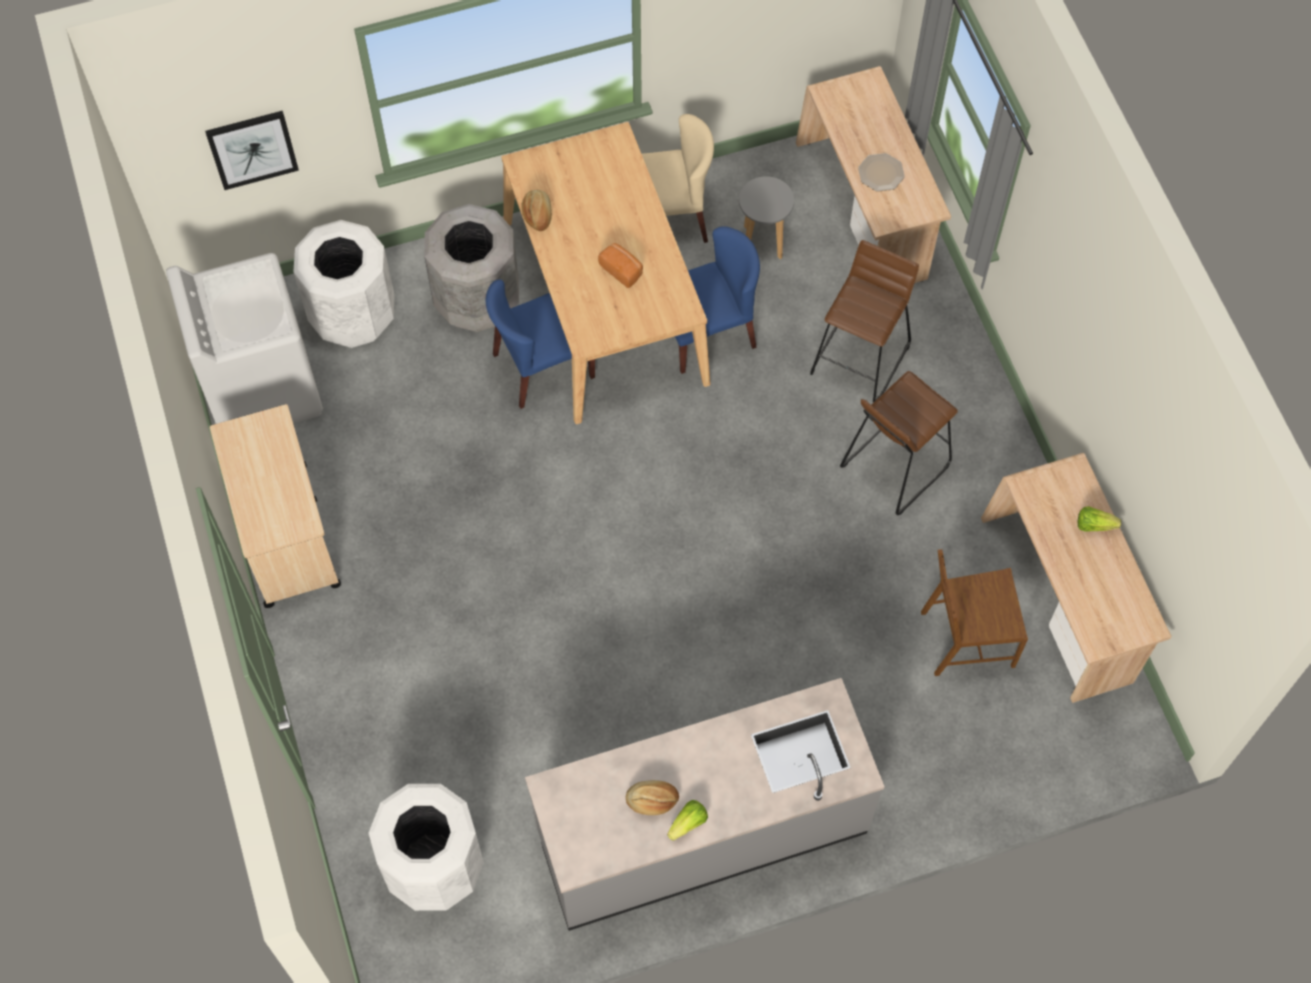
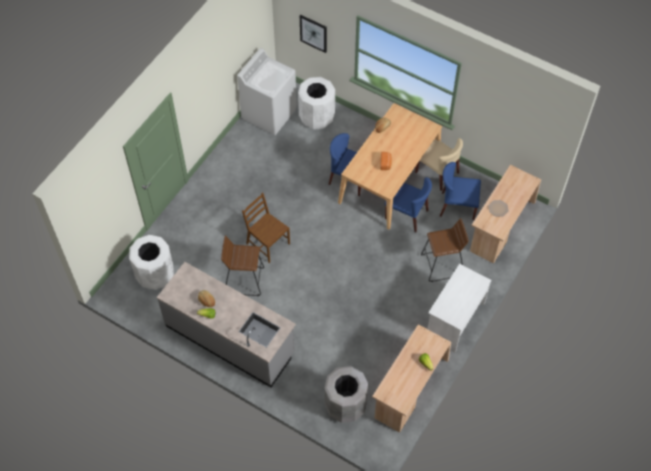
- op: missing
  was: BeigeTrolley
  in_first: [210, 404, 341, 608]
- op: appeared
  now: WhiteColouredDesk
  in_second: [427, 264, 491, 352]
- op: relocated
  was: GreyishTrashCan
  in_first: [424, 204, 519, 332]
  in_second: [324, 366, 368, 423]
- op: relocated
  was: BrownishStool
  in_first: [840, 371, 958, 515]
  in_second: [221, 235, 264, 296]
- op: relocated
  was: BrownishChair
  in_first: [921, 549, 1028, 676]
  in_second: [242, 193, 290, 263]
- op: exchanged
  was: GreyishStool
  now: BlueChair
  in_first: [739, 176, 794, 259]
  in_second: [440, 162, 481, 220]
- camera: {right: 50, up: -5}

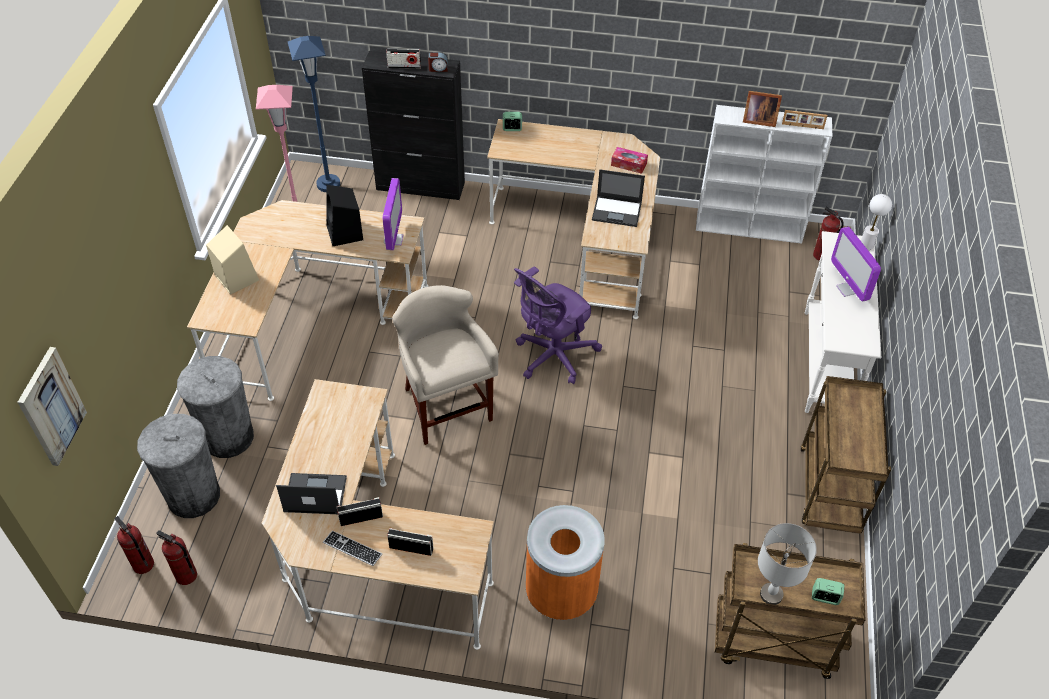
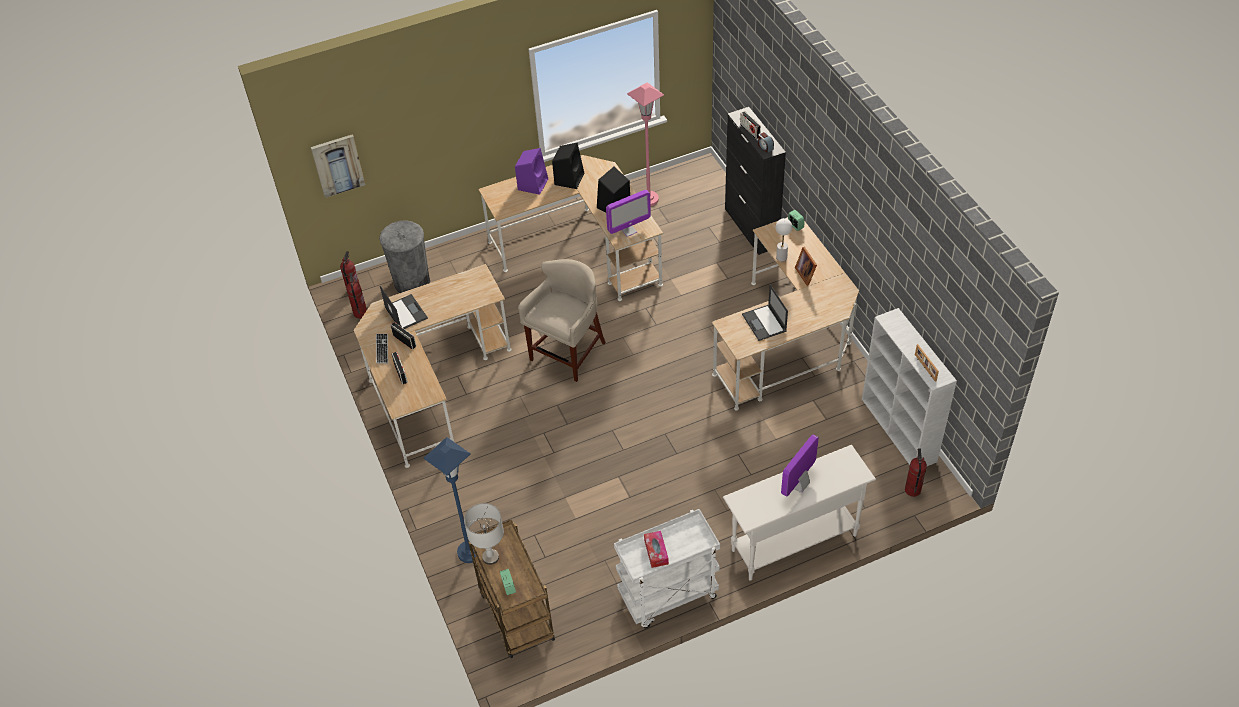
- op: missing
  was: GreyishTrashCan
  in_first: [177, 356, 254, 458]
- op: missing
  was: PurpleOfficeChair
  in_first: [514, 266, 602, 384]
- op: missing
  was: OrangeyTrashCan
  in_first: [526, 505, 605, 620]
- op: appeared
  now: BlackAudioSpeaker
  in_second: [552, 143, 585, 189]
- op: relocated
  was: BlueStandardLamp
  in_first: [288, 36, 340, 192]
  in_second: [423, 437, 476, 563]
- op: relocated
  was: TissueHolder
  in_first: [611, 147, 648, 174]
  in_second: [644, 531, 669, 568]
- op: relocated
  was: StandingFrame
  in_first: [743, 91, 782, 127]
  in_second: [795, 247, 817, 286]
- op: relocated
  was: WhiteColouredTabletopLamp
  in_first: [861, 194, 892, 250]
  in_second: [776, 218, 792, 262]
- op: colour
  was: BeigeAudioSpeaker
  now: PurpleAudioSpeaker
  in_first: [206, 225, 259, 295]
  in_second: [515, 148, 548, 195]
- op: colour
  was: BrownishTrolley
  now: WhiteColouredTrolley
  in_first: [800, 376, 891, 534]
  in_second: [614, 509, 720, 628]
- camera: {right: 60, up: 0}

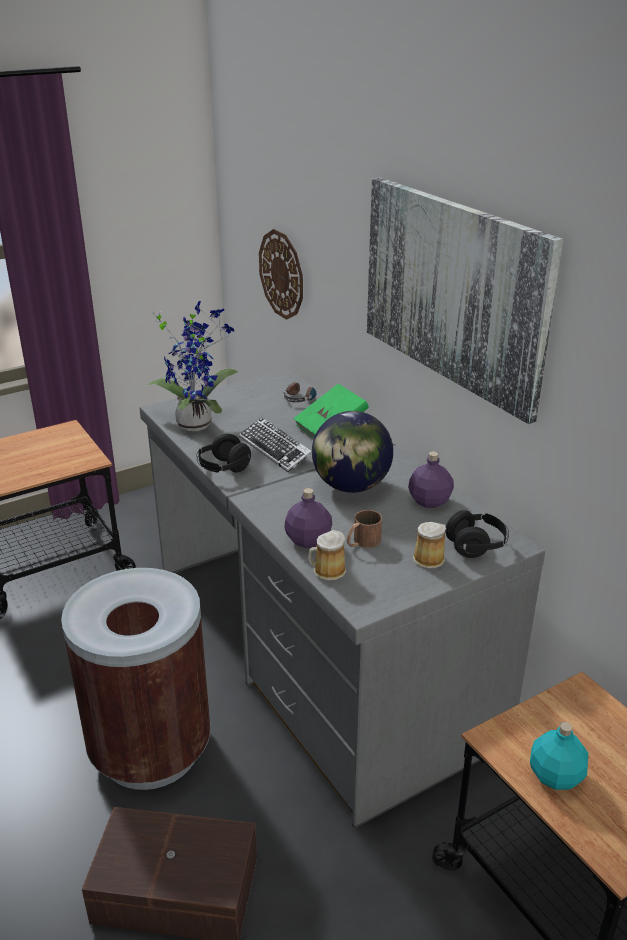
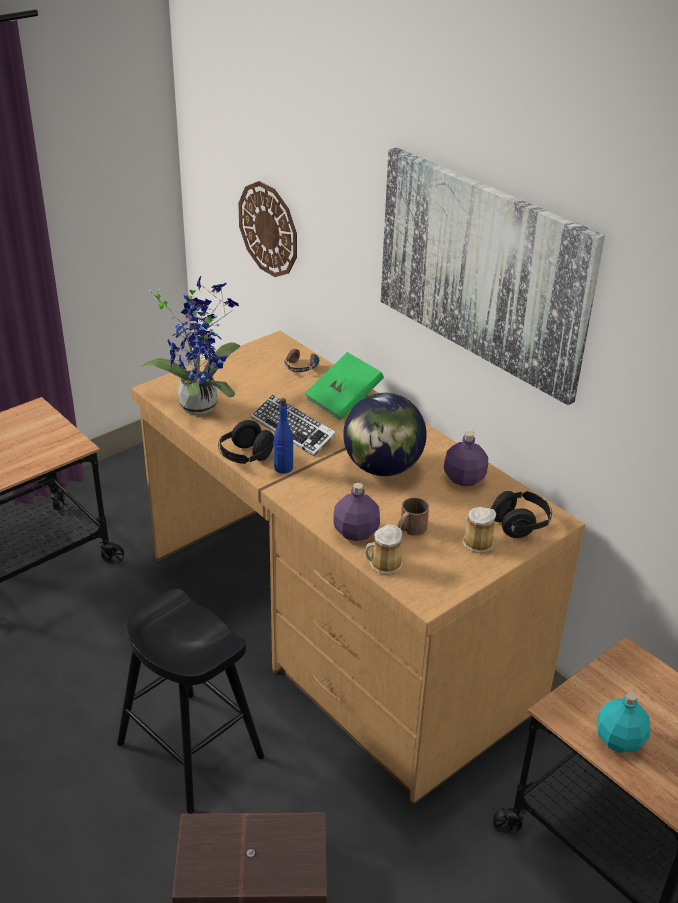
- op: appeared
  now: BlueBottle
  in_second: [274, 398, 293, 474]
- op: exchanged
  was: BrownishTrashCan
  now: BlackStool
  in_first: [61, 568, 211, 790]
  in_second: [117, 588, 264, 814]
- op: colour
  was: GreyishDesk
  now: BrownishDesk
  in_first: [140, 370, 545, 828]
  in_second: [131, 331, 585, 804]
- camera: {right: -10, up: 5}

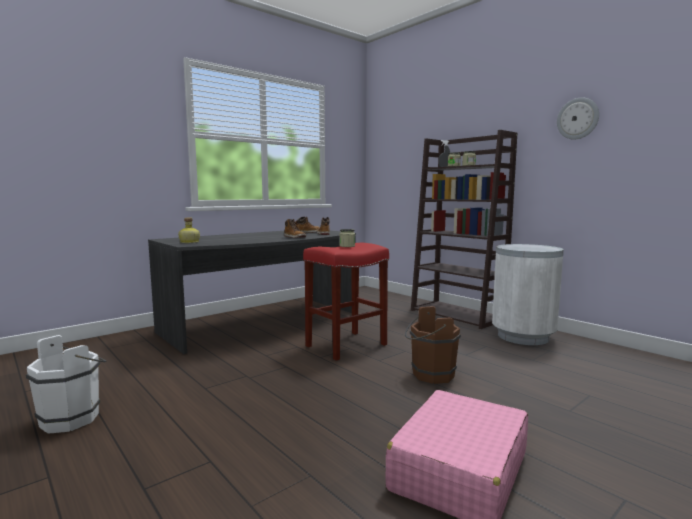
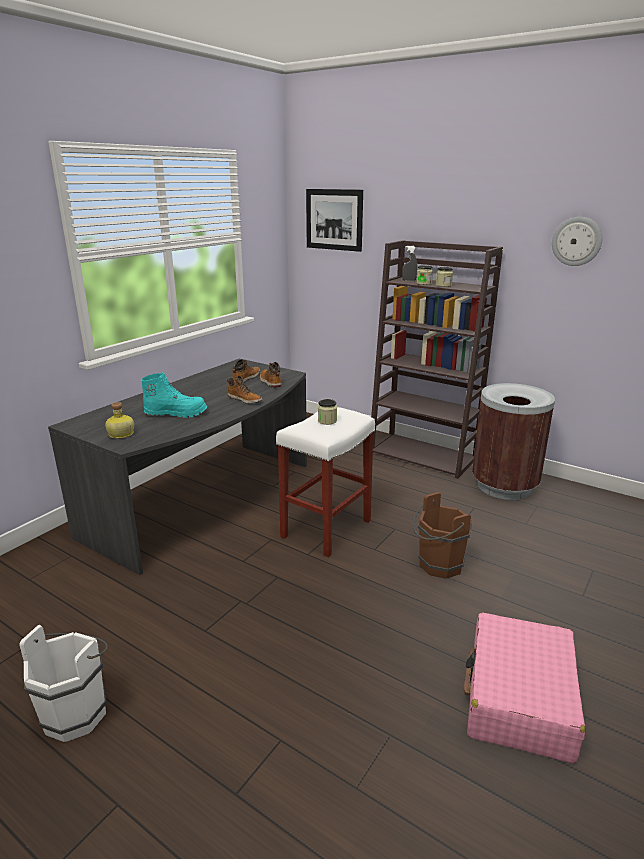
- op: appeared
  now: BlueGreenTallBoot
  in_second: [141, 372, 207, 418]
- op: appeared
  now: WallPicture
  in_second: [306, 189, 363, 252]
- op: colour
  was: RedStool
  now: WhiteColouredStool
  in_first: [303, 243, 389, 361]
  in_second: [276, 407, 375, 557]
- op: colour
  was: WhiteColouredTrashCan
  now: BrownishTrashCan
  in_first: [492, 244, 564, 345]
  in_second: [472, 383, 555, 500]
- camera: {right: -15, up: 15}

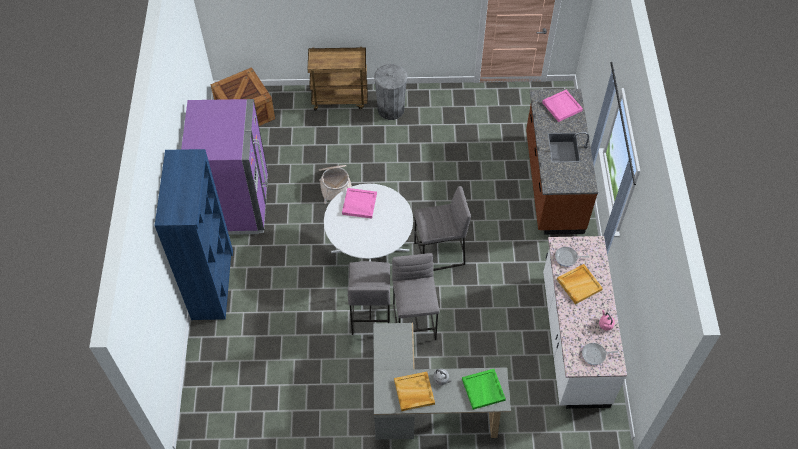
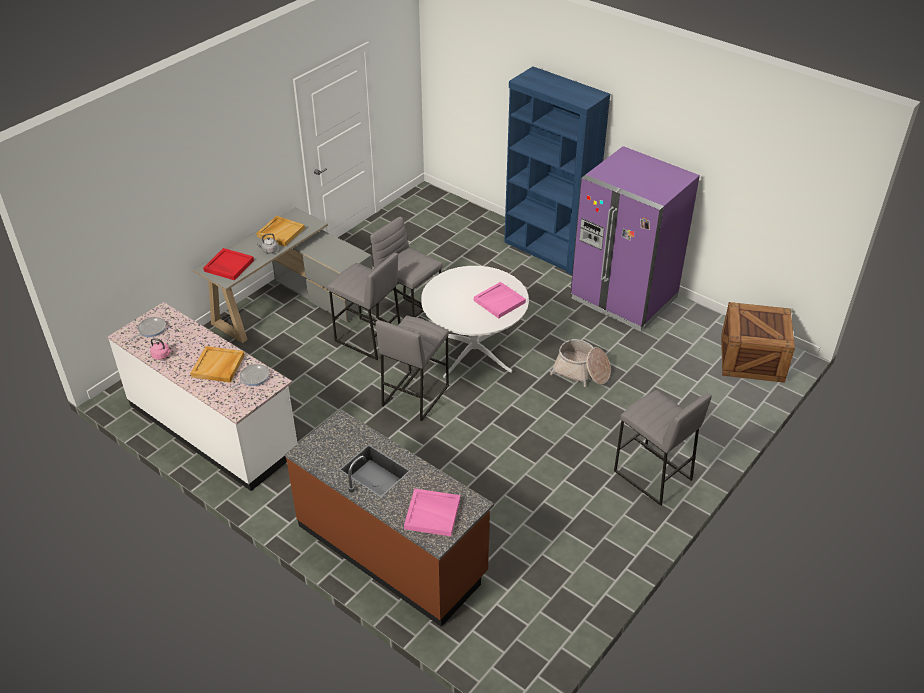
- op: missing
  was: BrownishTrolley
  in_first: [307, 47, 367, 111]
- op: exchanged
  was: GreyishTrashCan
  now: GreyishStool
  in_first: [374, 64, 408, 120]
  in_second: [614, 390, 712, 506]
- op: colour
  was: GreenColouredTray
  now: RedTray
  in_first: [462, 369, 506, 410]
  in_second: [203, 248, 254, 280]
- camera: {right: 130, up: -15}

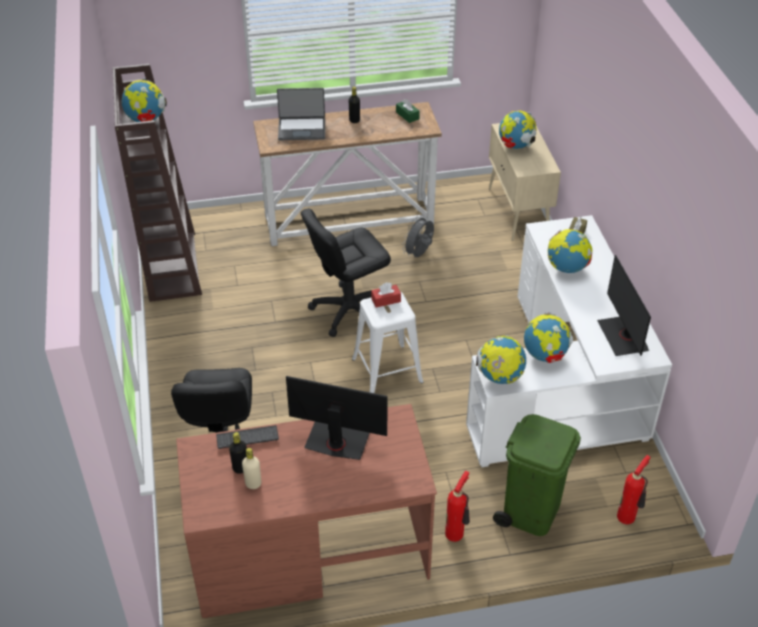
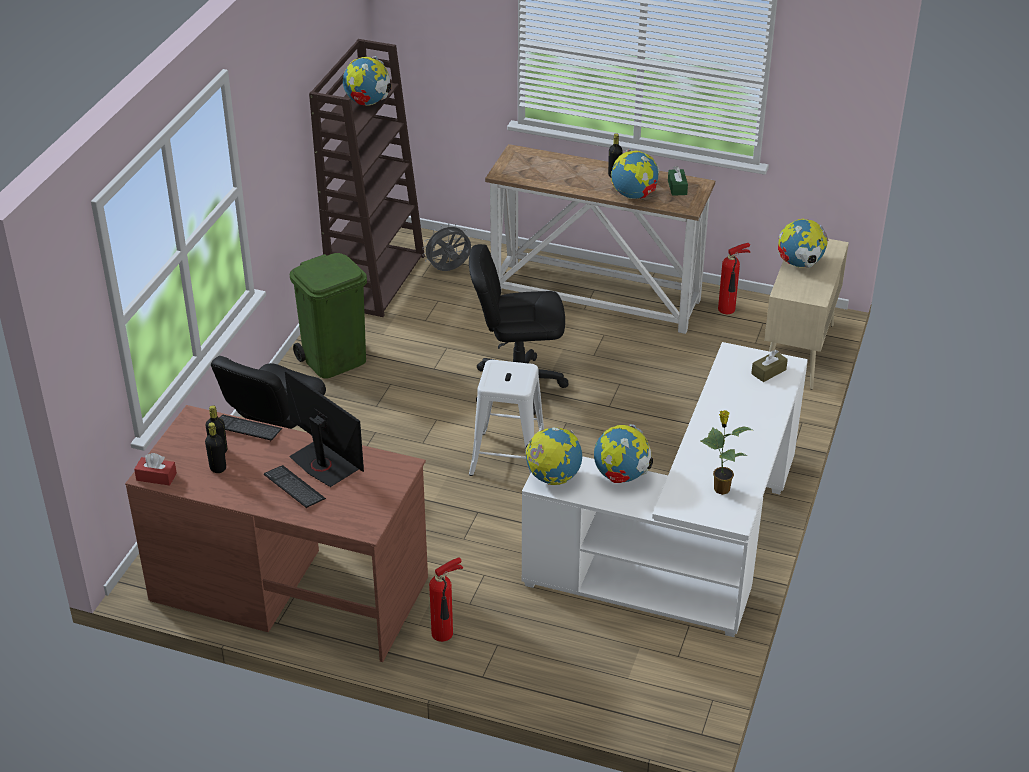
- op: missing
  was: PortableComputer
  in_first: [277, 88, 325, 140]
- op: appeared
  now: PcKeyboard
  in_second: [264, 465, 326, 508]
- op: relocated
  was: RedTissueHolder
  in_first: [371, 282, 401, 307]
  in_second: [134, 453, 177, 486]
- op: relocated
  was: GreyishCoolingFan
  in_first: [402, 215, 434, 257]
  in_second: [422, 223, 471, 271]
- op: relocated
  was: GreenColouredTrashCan
  in_first: [493, 414, 581, 536]
  in_second: [290, 253, 367, 379]
- op: relocated
  was: WorldGlobe
  in_first: [548, 229, 592, 273]
  in_second: [611, 148, 660, 199]
- op: relocated
  was: FireExtinguisher
  in_first: [617, 455, 651, 524]
  in_second: [718, 243, 750, 314]
- op: exchanged
  was: Monitor
  now: PlantInAPot
  in_first: [597, 255, 651, 356]
  in_second: [700, 410, 752, 495]
- op: colour
  was: BeigeBottle
  now: BlackBottle
  in_first: [242, 448, 261, 489]
  in_second: [205, 422, 226, 473]
- camera: {right: 30, up: -5}

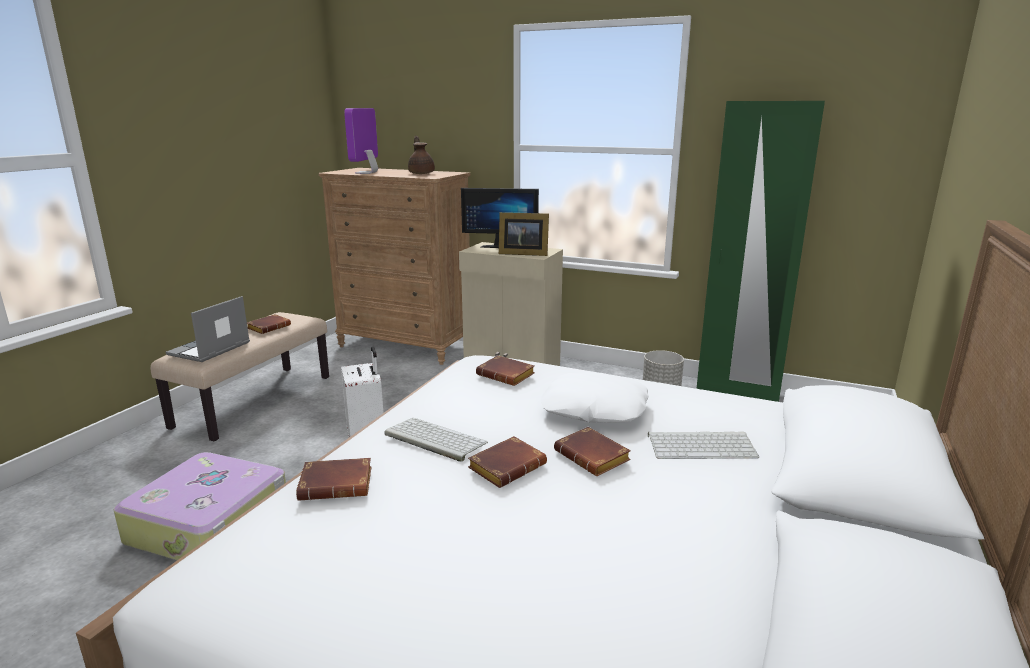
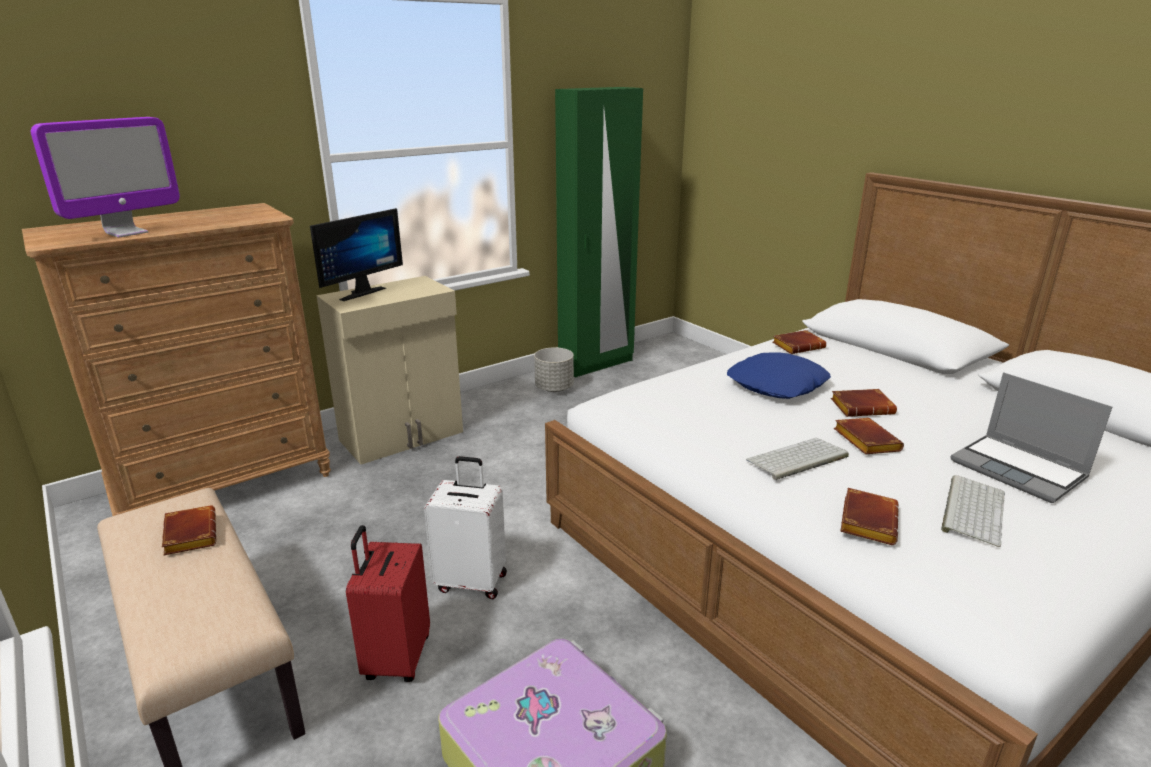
- op: missing
  was: BrownishTeaPot
  in_first: [408, 136, 435, 174]
- op: missing
  was: StandingFrame
  in_first: [499, 212, 549, 256]
- op: appeared
  now: RedTravelCase
  in_second: [346, 525, 430, 682]
- op: relocated
  was: PortableComputer
  in_first: [166, 296, 250, 362]
  in_second: [950, 372, 1112, 503]
- op: relocated
  was: BrownishBoundBook
  in_first: [476, 355, 535, 386]
  in_second: [772, 330, 826, 354]
- op: relocated
  was: PcKeyboard
  in_first: [648, 432, 759, 459]
  in_second: [941, 475, 1005, 547]
- op: colour
  was: WhiteColouredCushion
  now: BlueCushion
  in_first: [541, 373, 649, 423]
  in_second: [727, 352, 831, 399]
- op: spun
  was: Monitor
  in_first: [344, 108, 378, 174]
  in_second: [31, 117, 180, 238]
  clockwise: -90
- camera: {right: -60, up: 5}

